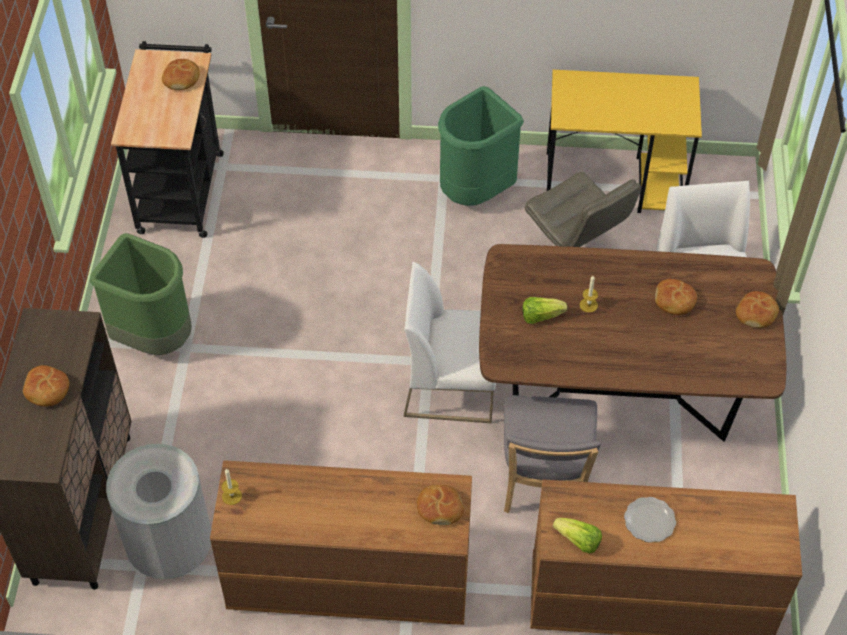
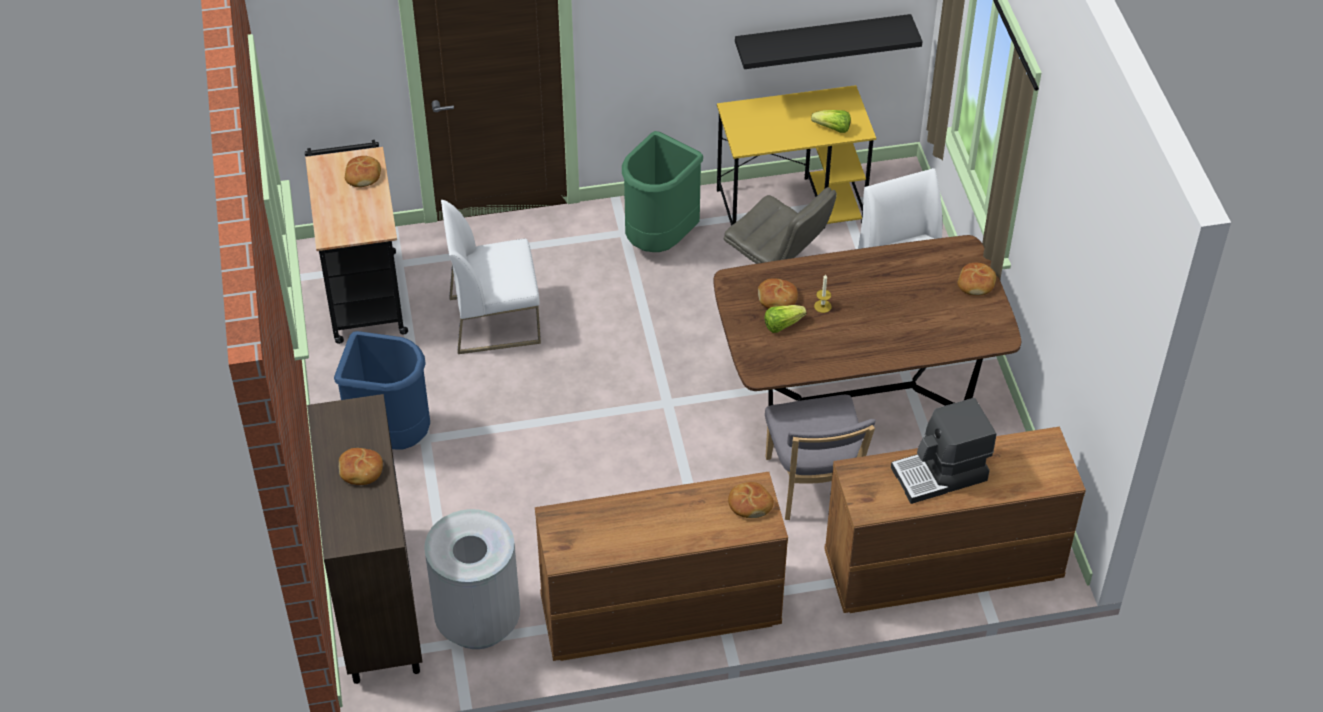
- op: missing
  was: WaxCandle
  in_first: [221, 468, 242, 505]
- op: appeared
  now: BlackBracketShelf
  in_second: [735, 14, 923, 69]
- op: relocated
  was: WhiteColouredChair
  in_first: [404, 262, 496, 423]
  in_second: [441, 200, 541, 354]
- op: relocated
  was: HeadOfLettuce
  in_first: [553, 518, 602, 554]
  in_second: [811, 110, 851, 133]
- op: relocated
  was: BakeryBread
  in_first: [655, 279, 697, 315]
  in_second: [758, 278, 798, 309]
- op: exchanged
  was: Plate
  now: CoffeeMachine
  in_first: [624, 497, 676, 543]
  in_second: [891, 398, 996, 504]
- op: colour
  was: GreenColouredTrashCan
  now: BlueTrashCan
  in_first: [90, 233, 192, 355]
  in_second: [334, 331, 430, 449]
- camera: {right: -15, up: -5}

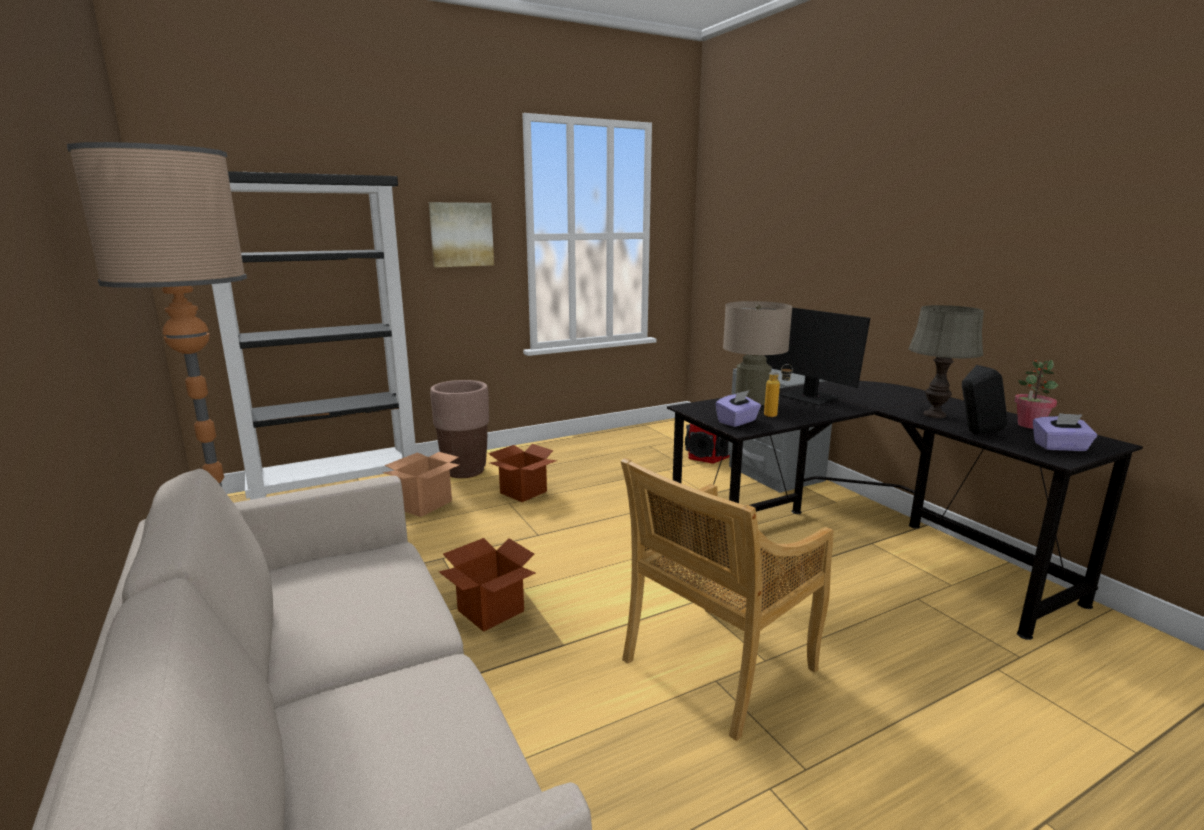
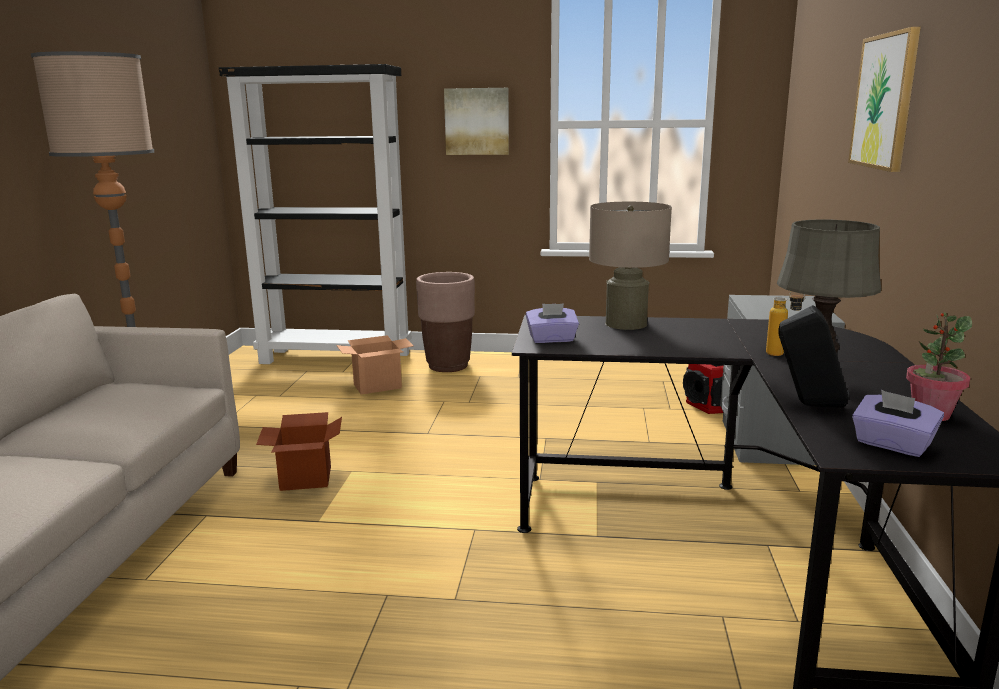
- op: missing
  was: Carton
  in_first: [488, 444, 557, 502]
- op: missing
  was: BeigeChair
  in_first: [621, 458, 834, 741]
- op: missing
  was: Monitor
  in_first: [765, 308, 870, 405]
- op: appeared
  now: WallPicture
  in_second: [848, 27, 921, 172]
- op: relocated
  was: Bottle
  in_first: [764, 364, 793, 417]
  in_second: [766, 291, 805, 356]
- camera: {right: 35, up: 0}

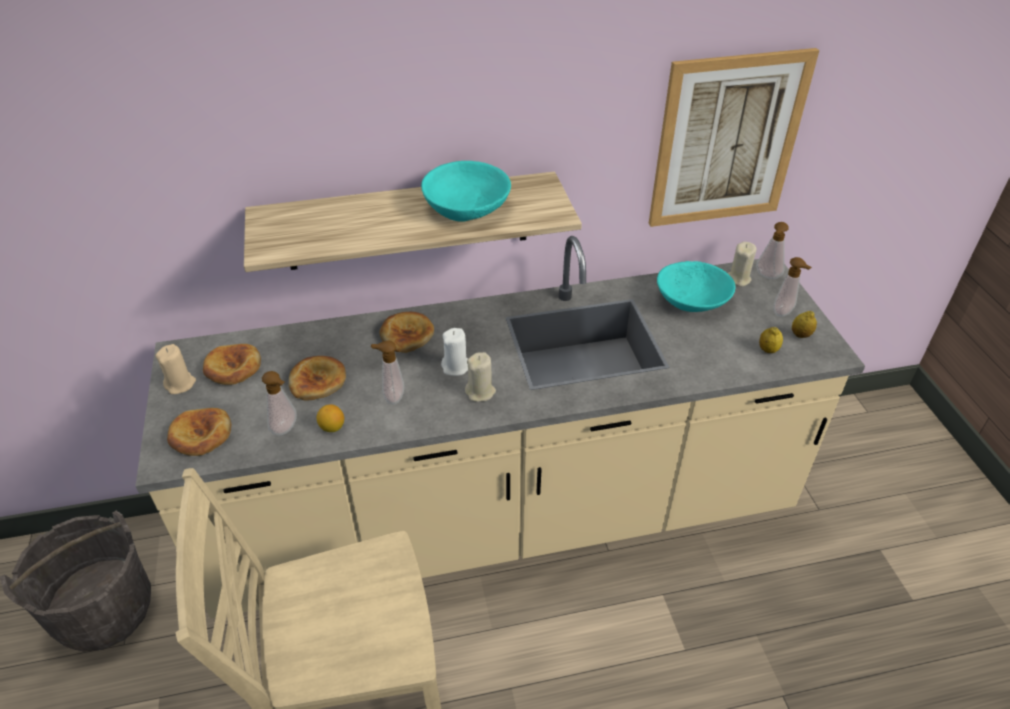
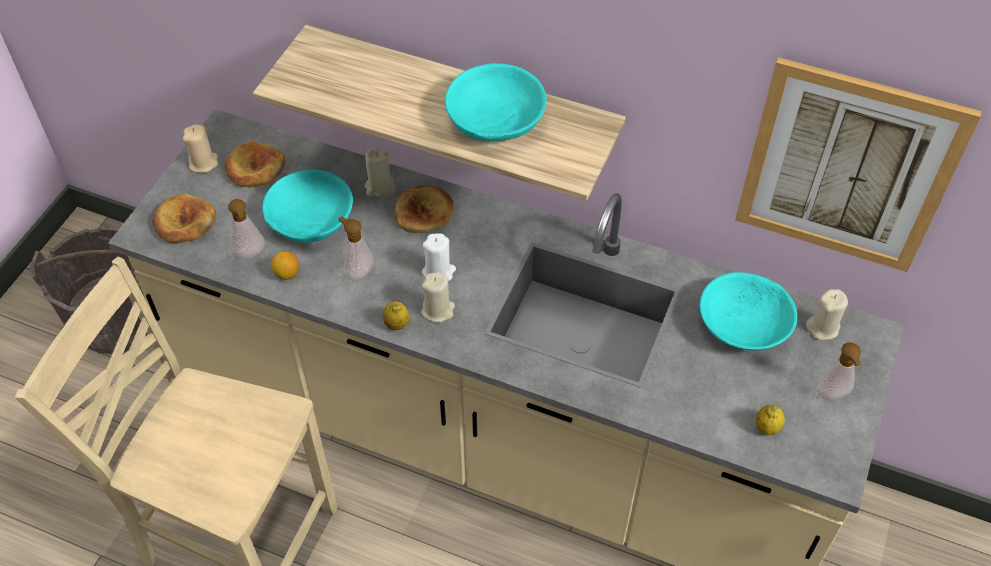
- op: missing
  was: SoapBottle
  in_first: [756, 222, 789, 279]
- op: appeared
  now: BeigeWaxCandle
  in_second: [365, 148, 395, 197]
- op: relocated
  was: WholeLemon
  in_first: [792, 311, 817, 338]
  in_second: [382, 302, 409, 330]
- op: exchanged
  was: BakeryBread
  now: BlueGreenServingBowl
  in_first: [289, 356, 346, 401]
  in_second: [262, 169, 353, 243]
- camera: {right: 35, up: 10}

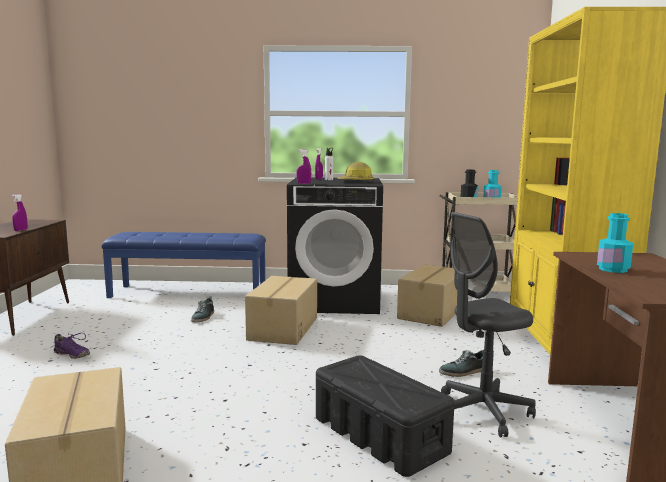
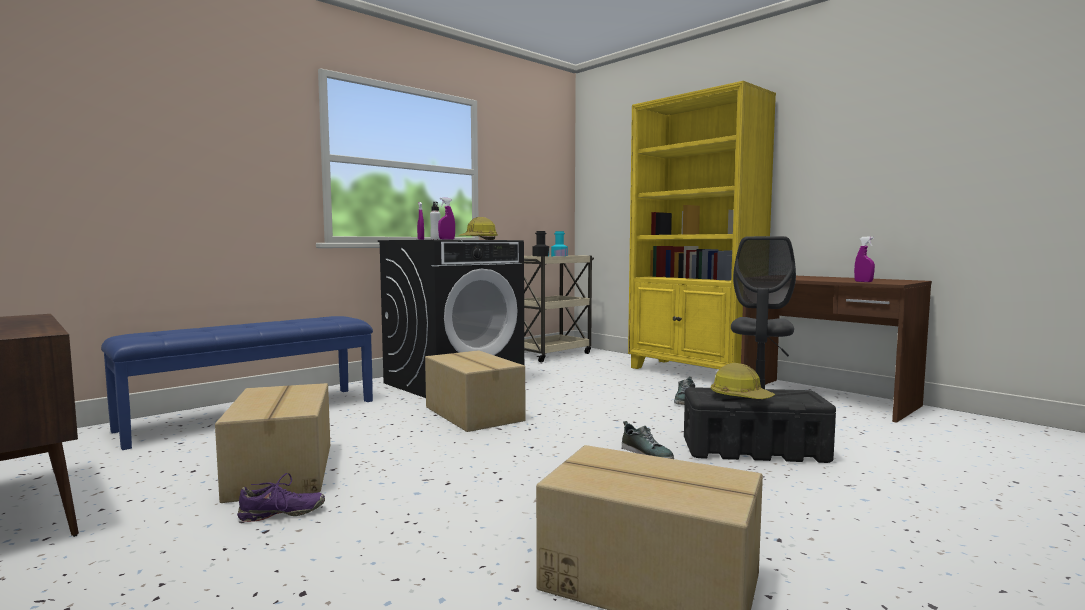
- op: missing
  was: BlueGreenBottle
  in_first: [597, 213, 633, 273]
- op: appeared
  now: HardHat
  in_second: [711, 363, 775, 399]
- op: relocated
  was: PurpleSprayer
  in_first: [12, 194, 28, 231]
  in_second: [854, 236, 875, 282]
- op: relocated
  was: ItemOfFootwear
  in_first: [191, 296, 214, 322]
  in_second: [622, 421, 674, 459]
- op: relocated
  was: Carton
  in_first: [397, 264, 457, 327]
  in_second: [215, 383, 330, 503]
- camera: {right: -45, up: -5}

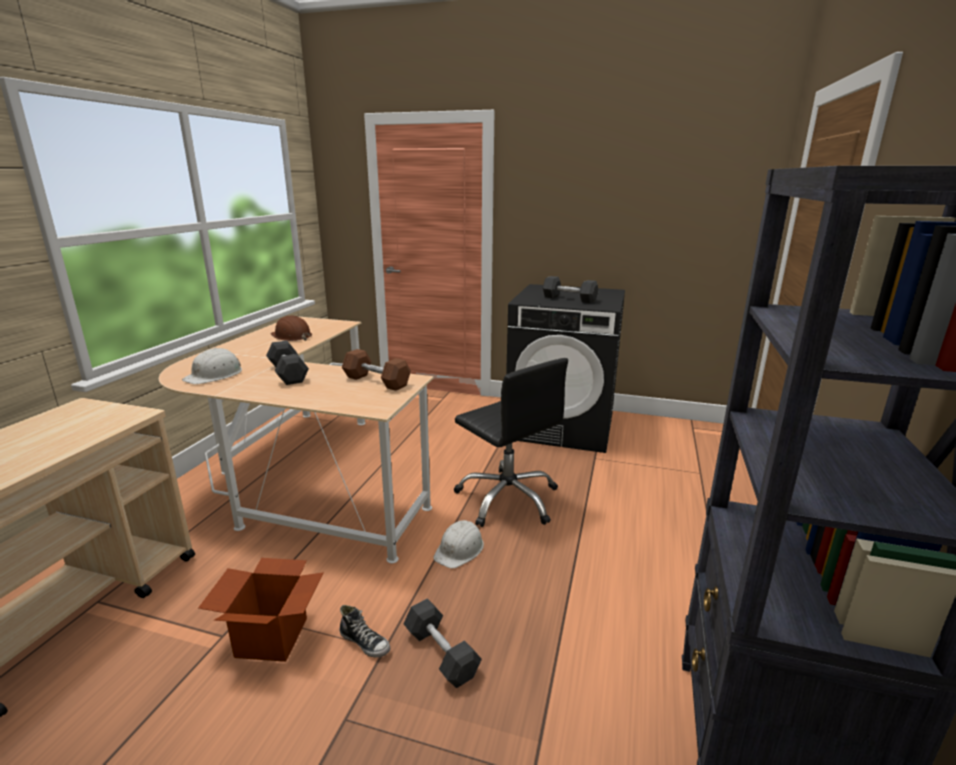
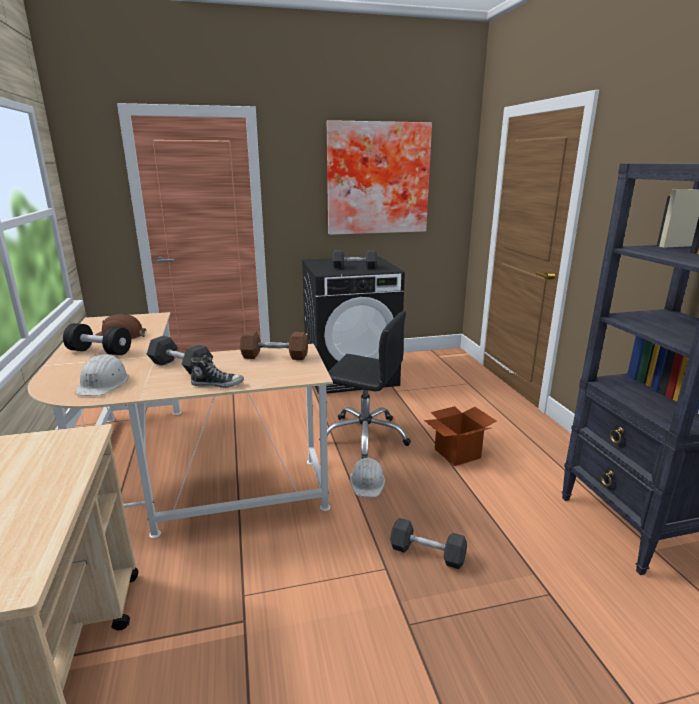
- op: appeared
  now: BlackFreeWeight
  in_second: [63, 323, 131, 355]
- op: appeared
  now: WallPicture
  in_second: [327, 120, 432, 235]
- op: relocated
  was: Carton
  in_first: [198, 558, 324, 662]
  in_second: [424, 406, 497, 466]
- op: relocated
  was: ItemOfFootwear
  in_first: [339, 605, 390, 657]
  in_second: [191, 355, 244, 388]
- camera: {right: -30, up: 0}

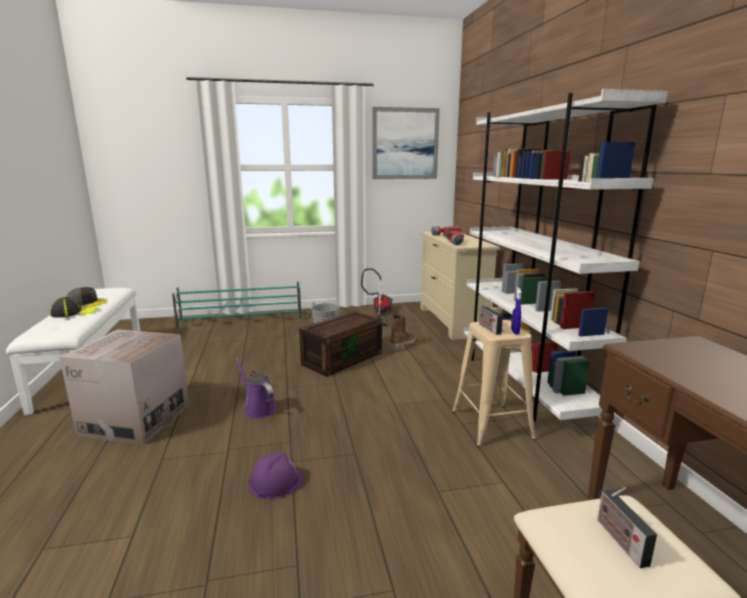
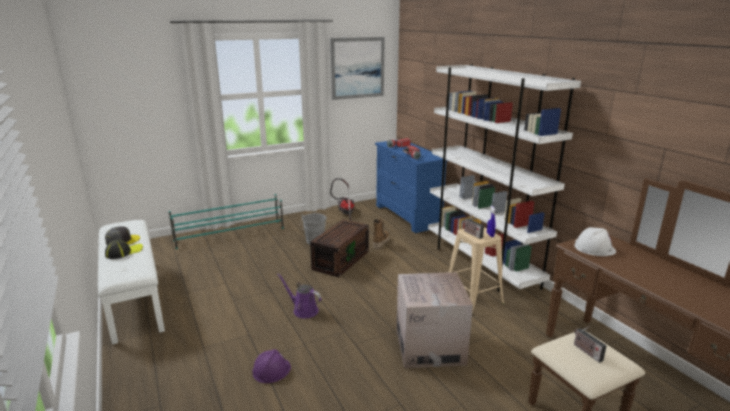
- op: appeared
  now: WhiteColouredHardHat
  in_second: [574, 227, 616, 256]
- op: relocated
  was: Carton
  in_first: [60, 330, 189, 445]
  in_second: [396, 272, 473, 368]
- op: relocated
  was: PurpleHardHat
  in_first: [249, 452, 304, 499]
  in_second: [253, 349, 291, 383]
- op: colour
  was: BeigeDresser
  now: BlueDresser
  in_first: [420, 231, 500, 340]
  in_second: [375, 140, 448, 233]
- camera: {right: -15, up: 5}

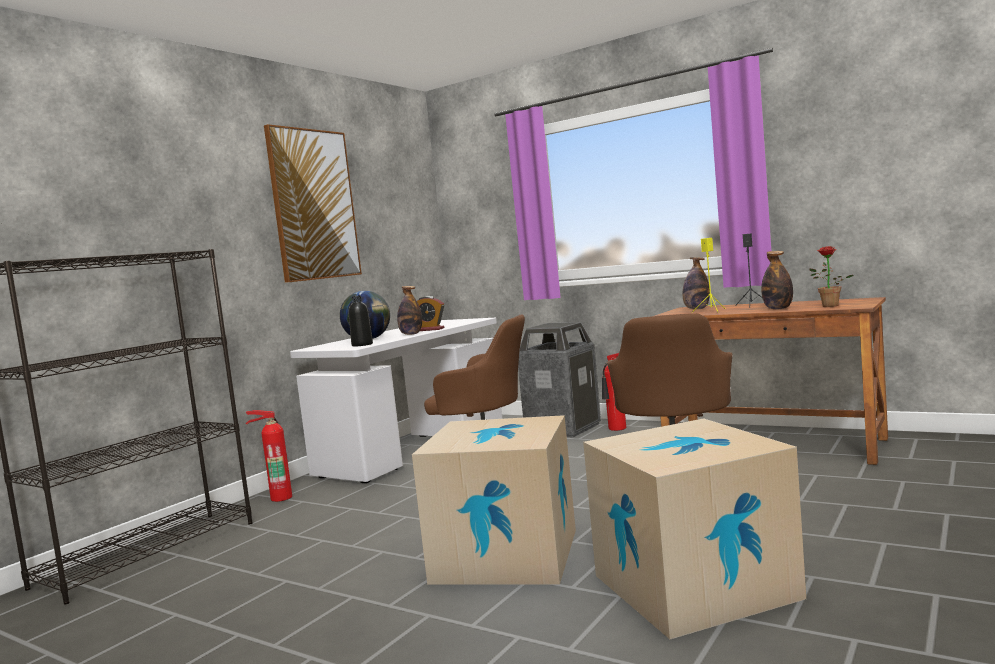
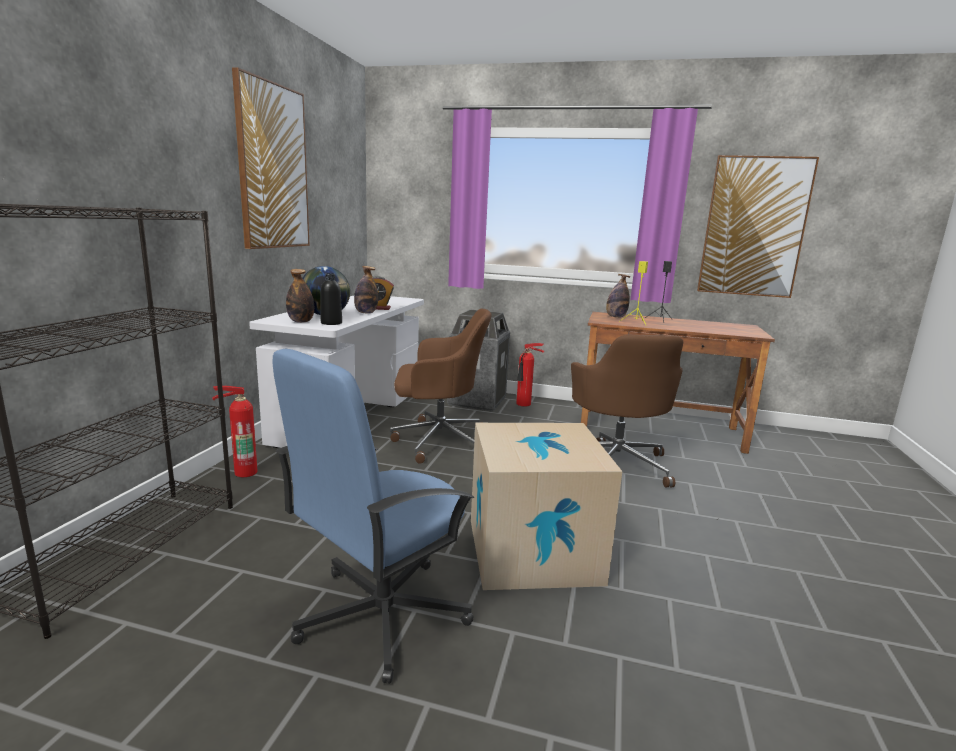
- op: missing
  was: Carton
  in_first: [583, 419, 806, 639]
- op: missing
  was: PlantInAPot
  in_first: [809, 246, 853, 307]
- op: appeared
  now: BlueOfficeChair
  in_second: [272, 348, 474, 684]
- op: appeared
  now: WallPicture
  in_second: [697, 155, 819, 298]
- op: relocated
  was: Bottle
  in_first: [761, 251, 793, 309]
  in_second: [286, 269, 314, 323]
- camera: {right: -20, up: 10}

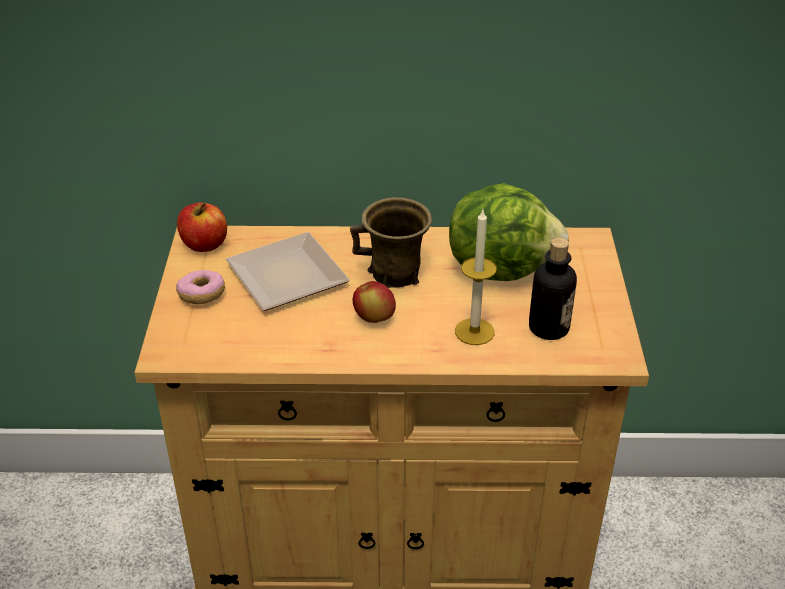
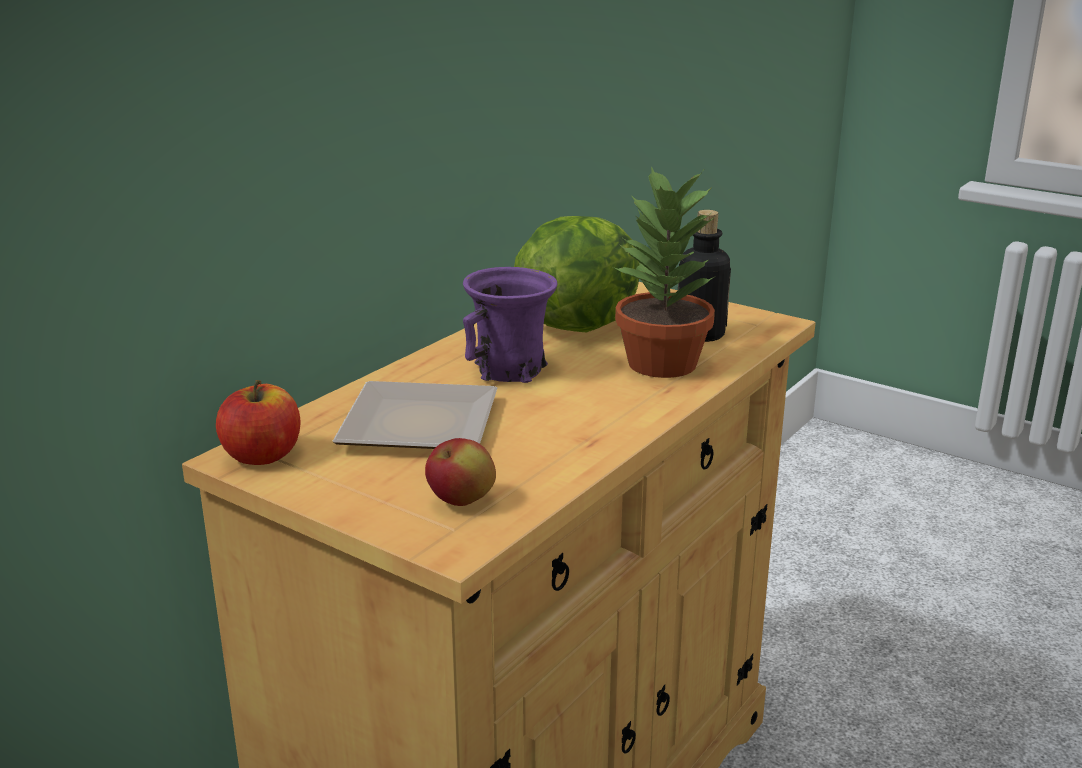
- op: missing
  was: Doughnut
  in_first: [176, 270, 225, 304]
- op: relocated
  was: WholeApple
  in_first: [353, 281, 396, 323]
  in_second: [425, 438, 496, 506]
- op: exchanged
  was: WaxCandle
  now: PlantInAPot
  in_first: [455, 210, 497, 345]
  in_second: [612, 167, 715, 378]
- op: colour
  was: BrownishMug
  now: PurpleMug
  in_first: [350, 197, 432, 288]
  in_second: [463, 267, 558, 383]
- camera: {right: -55, up: -15}

